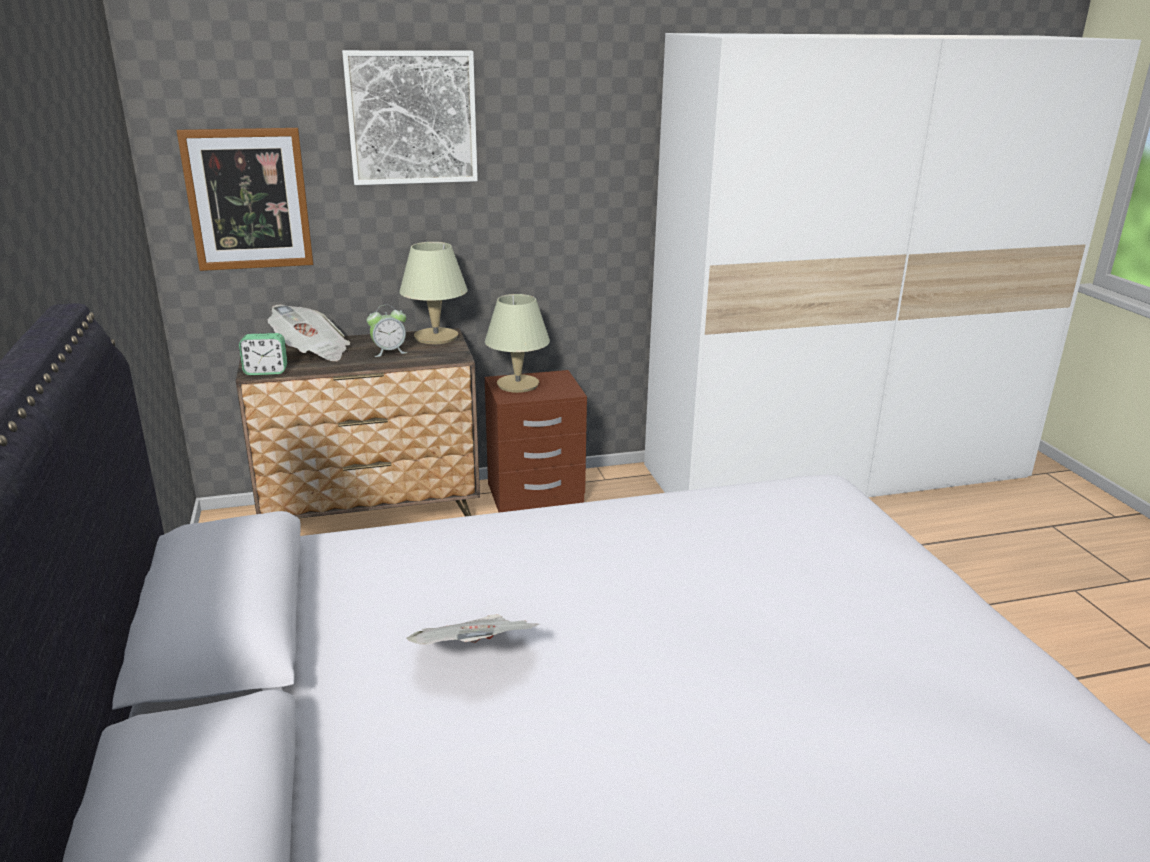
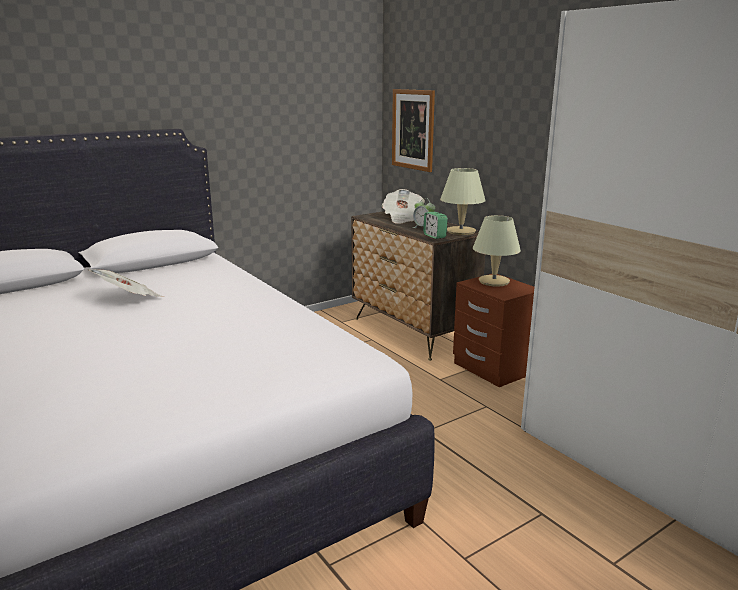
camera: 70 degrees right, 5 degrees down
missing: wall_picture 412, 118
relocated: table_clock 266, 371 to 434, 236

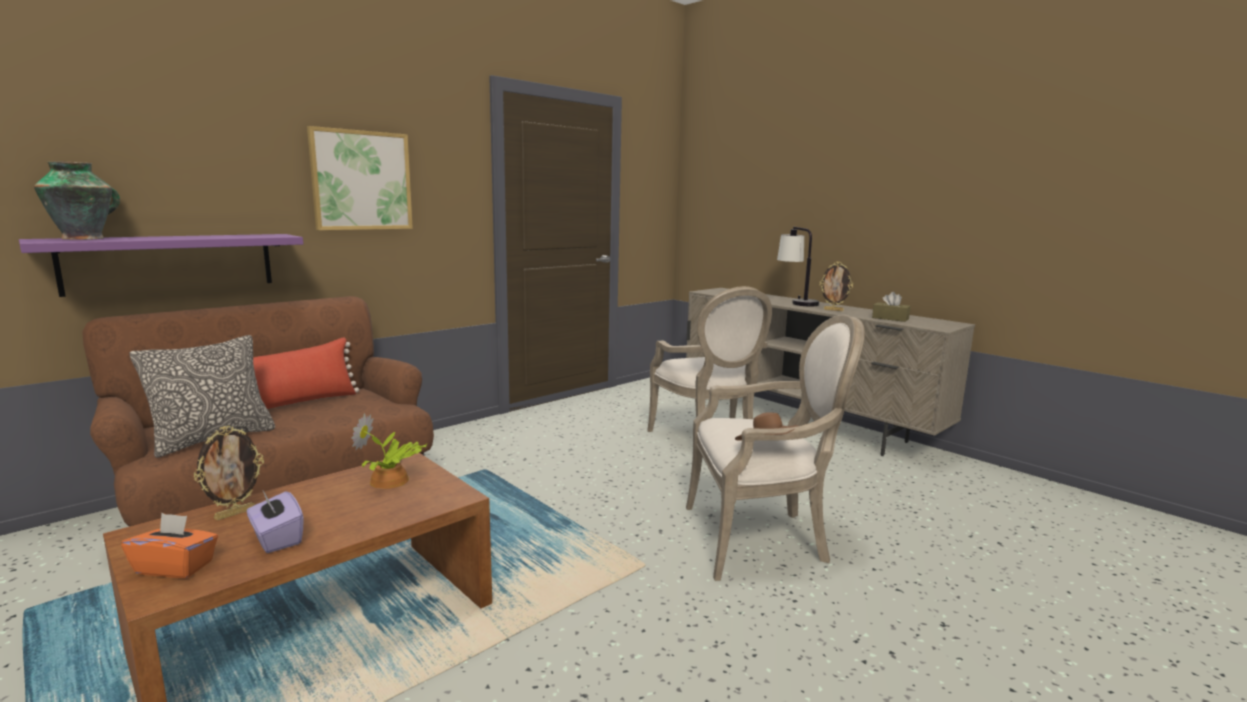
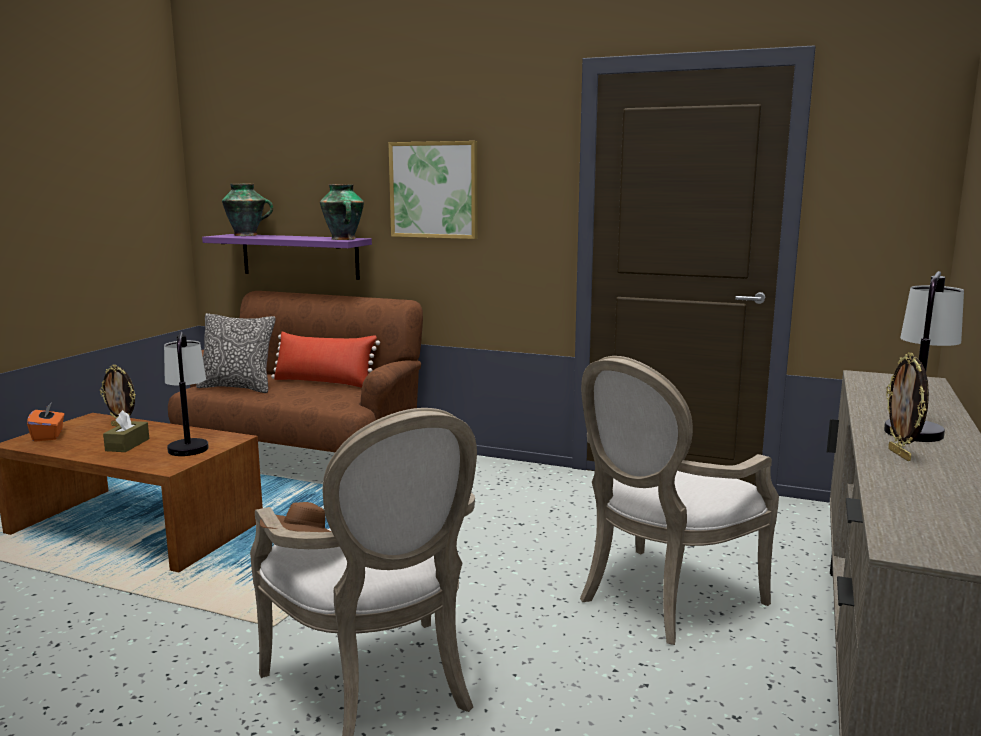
camera: 65 degrees right, 0 degrees up
missing: purple_tissue_box 277, 539
appeared: vase 343, 239
relocated: brown_tissue_box 890, 318 to 127, 445
exchanged: potted_plant 390, 481 to tabletop_lamp 188, 444

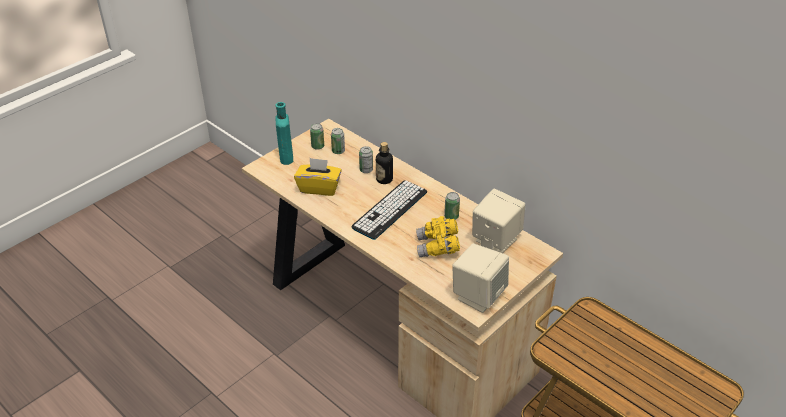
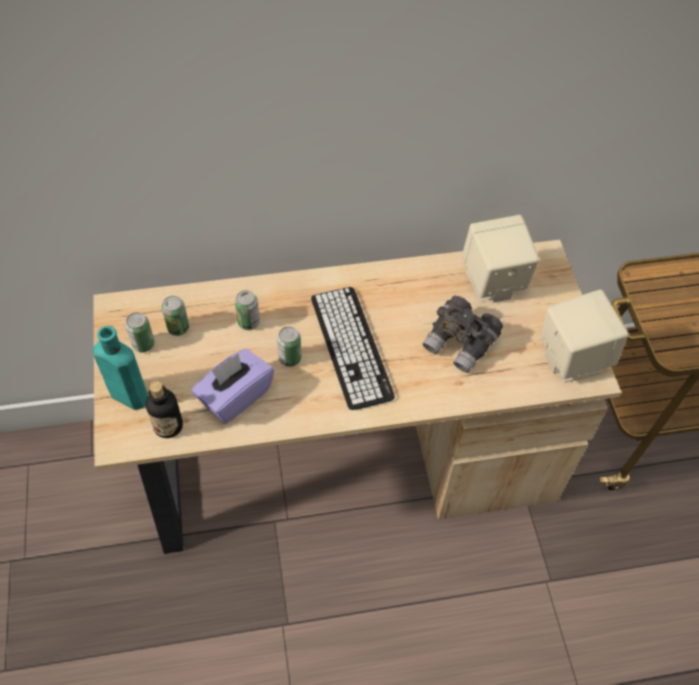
camera: 55 degrees left, 15 degrees up
relocated: bottle 384, 179 to 168, 426; metal_can 451, 216 to 290, 358
colour: yellow_tissue_box 319, 188 to purple_tissue_box 234, 396; yellow_binoculars 437, 247 to grey_binoculars 461, 343

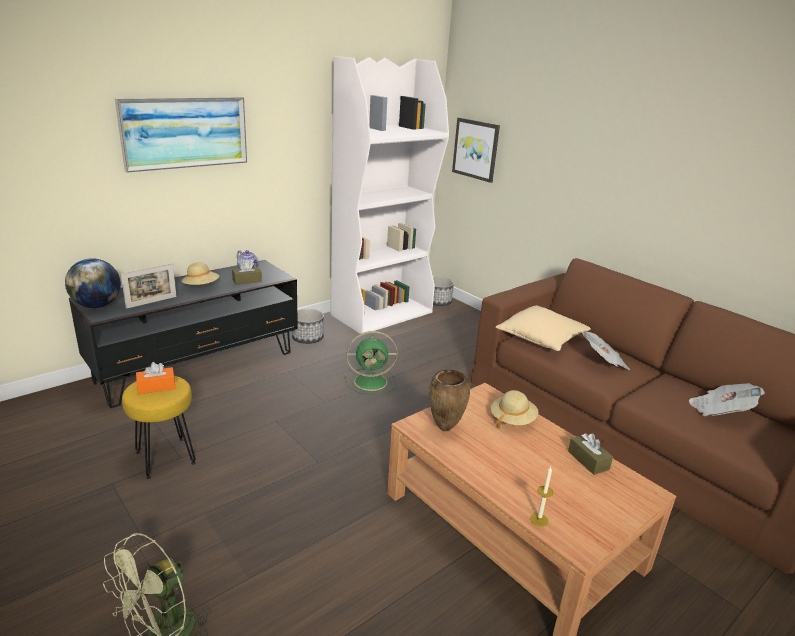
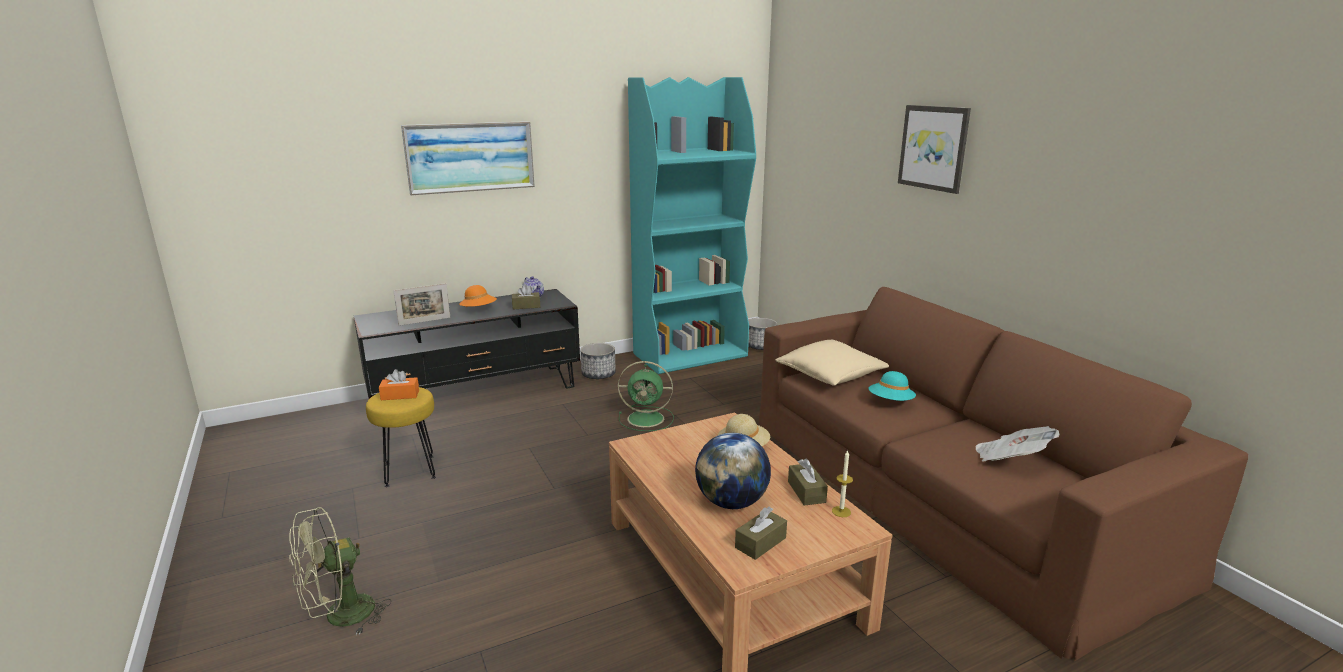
camera: 15 degrees right, 5 degrees down
missing: brown_vase 445, 429
appeared: brown_tissue_box 760, 543
relocated: wall_picture 476, 149 to 933, 148; desk_globe 97, 305 to 732, 502; wax_candle 539, 520 to 841, 511
exchanged: newspaper 603, 362 to blue-green_clothing_hat 890, 402
colour: whitish_bookshelf 382, 313 to blue-green_bookshelf 690, 354; sand-coloured_clothing_hat 201, 286 to orange_clothing_hat 479, 310

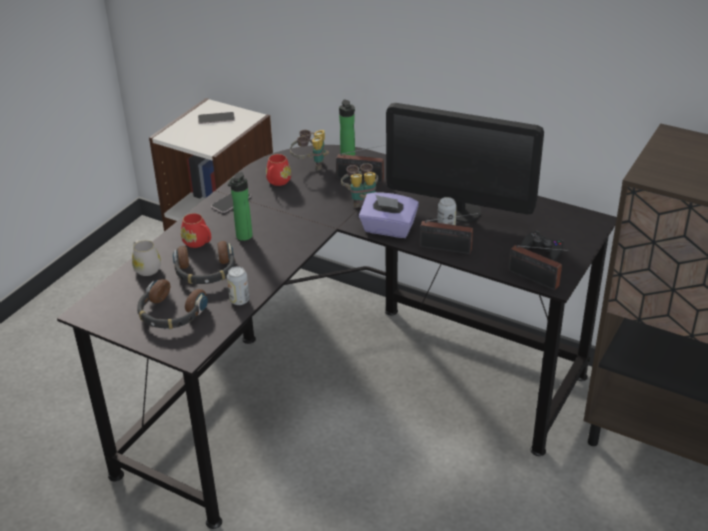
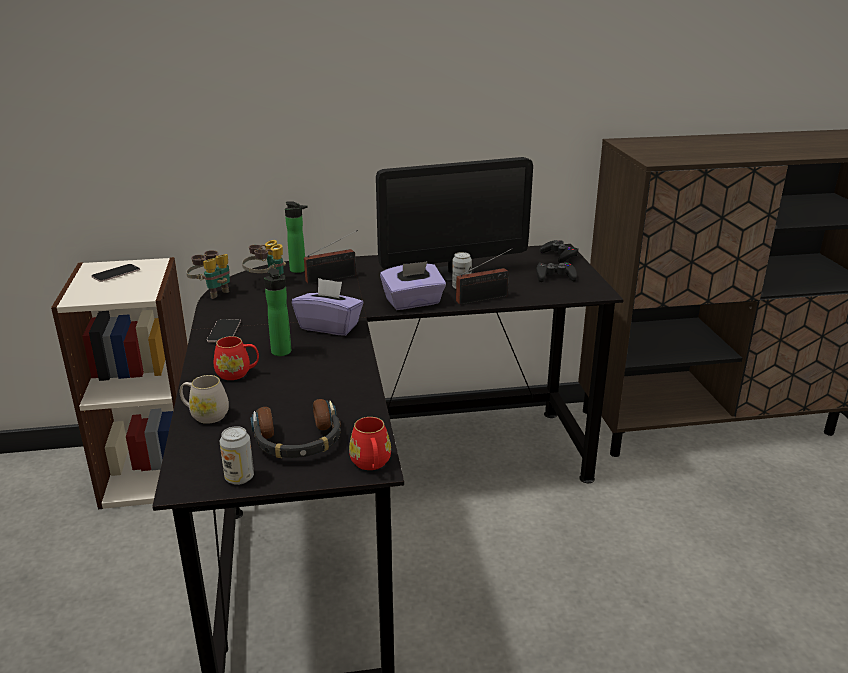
camera: 40 degrees left, 10 degrees down
missing: headset 205, 271; radio 535, 280
appeared: black_game_controller 559, 255; purple_tissue_box 329, 326
relocated: red-coloured_coffee_mug 277, 182 to 371, 464; binoculars 361, 200 to 213, 292; metal_can 239, 300 to 239, 478

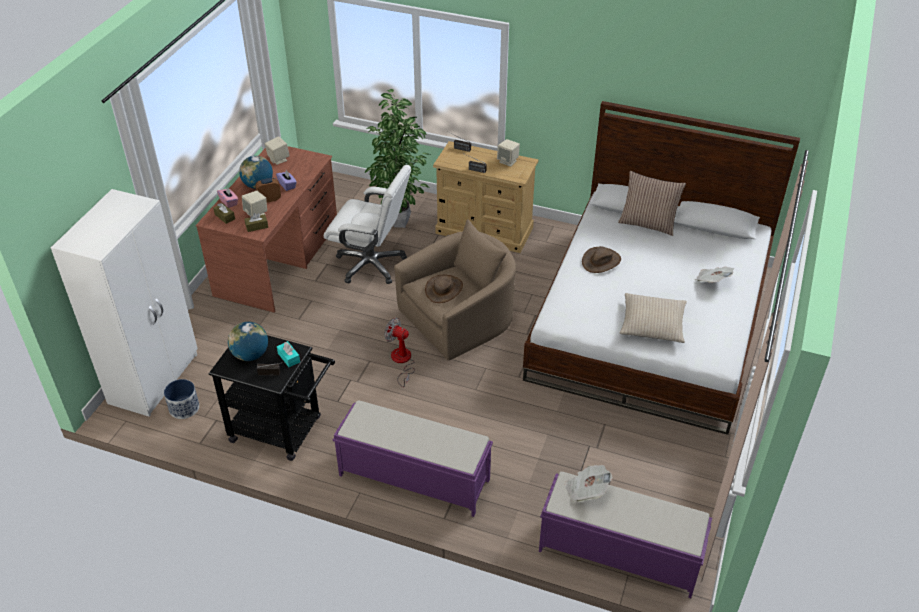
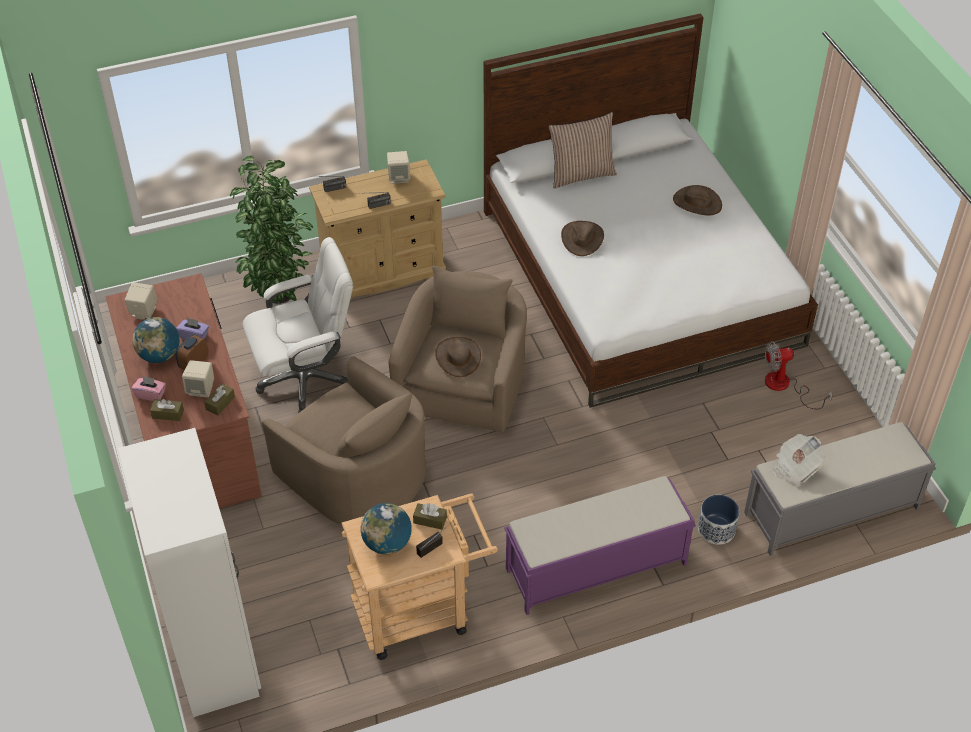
camera: 40 degrees left, 5 degrees up
missing: sand-coloured_pillow 652, 324
appeared: sand-coloured_armchair 356, 474
relocated: electric_fan 402, 361 to 785, 386; planter 184, 408 to 716, 530
exchanged: newspaper 712, 281 to brown_clothing_hat 697, 203
colour: black_trolley 283, 431 to sand-coloured_trolley 420, 611; blue-green_tissue_box 289, 358 to brown_tissue_box 430, 520; purple_indoor_bench 618, 553 to grey_indoor_bench 830, 511

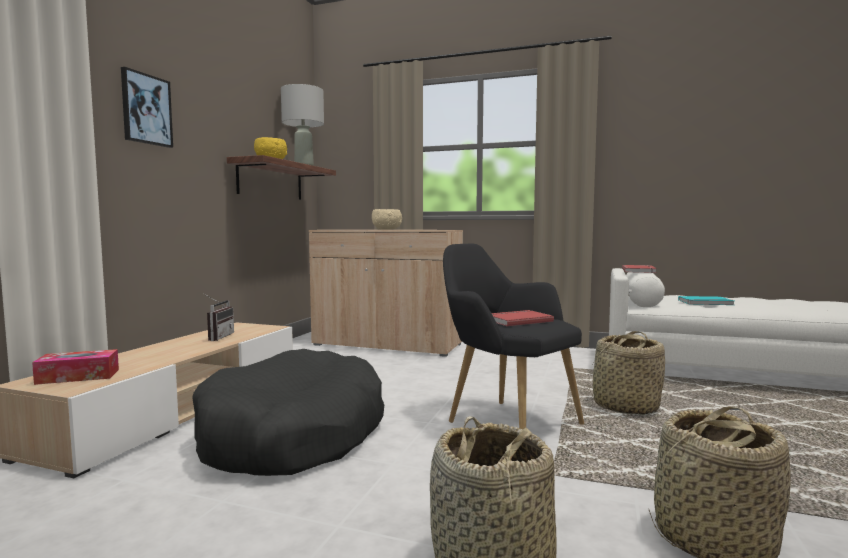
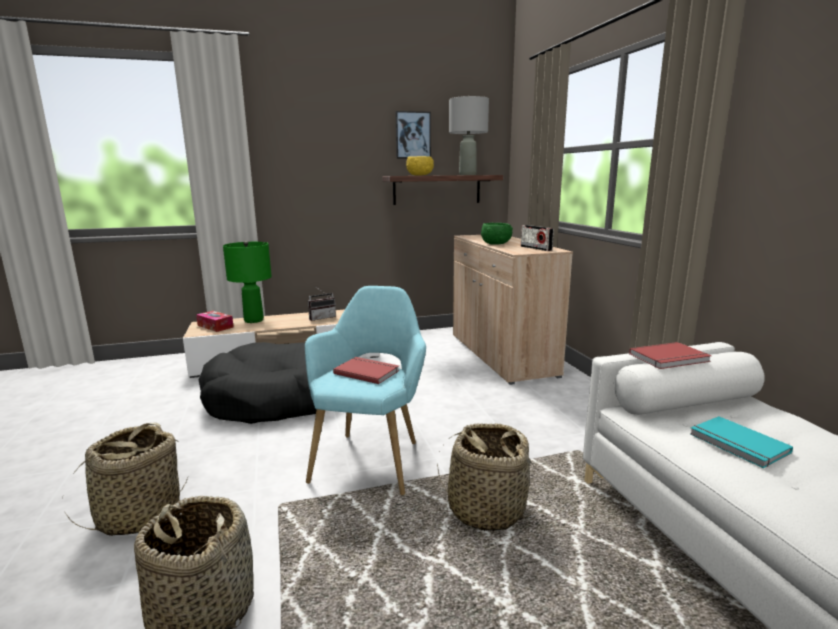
camera: 55 degrees right, 10 degrees up
appeared: radio 536, 248; greenish_tabletop_lamp 253, 320
relocated: wall_picture 146, 109 to 413, 135
colour: sand-coloured_bowl 387, 229 to greenish_bowl 496, 244; black_armchair 506, 422 to blue-green_armchair 371, 458

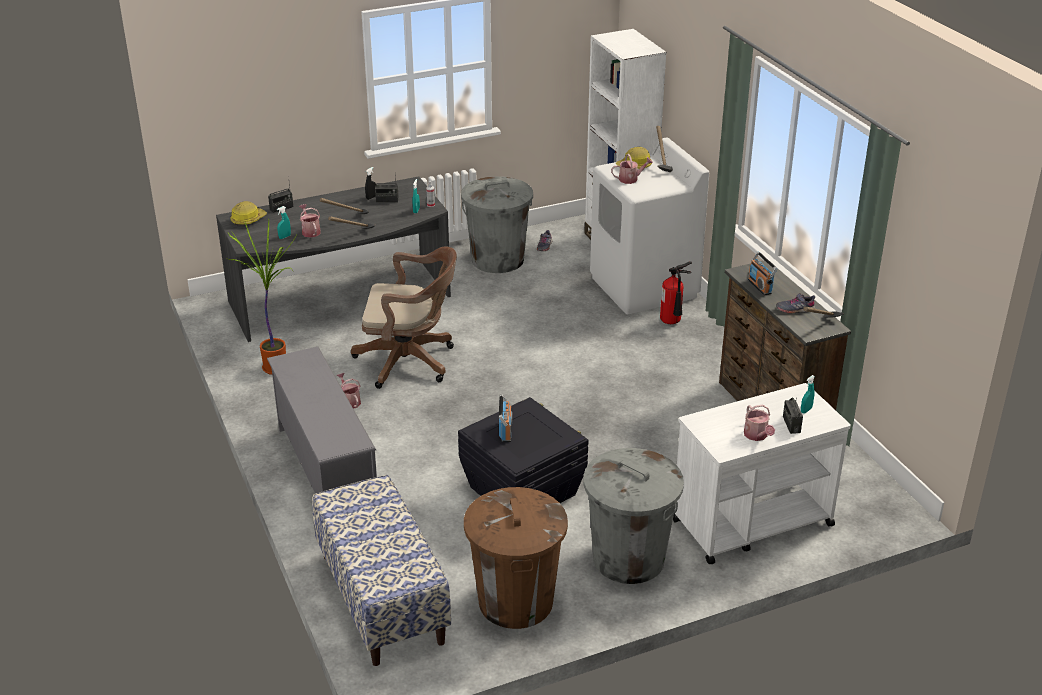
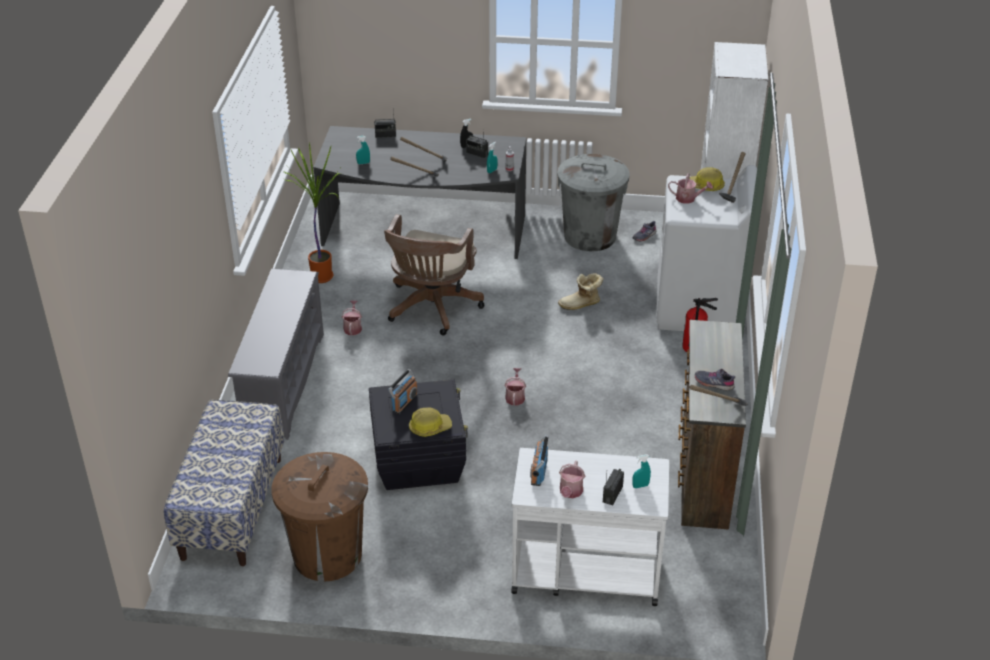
camera: 30 degrees right, 5 degrees up
missing: grey_trash_can 628, 559
appeared: high-top_boot 581, 305
relocated: safety_helmet 248, 219 to 429, 427; sprinkling_can 310, 231 to 515, 396; radio 760, 286 to 538, 472
spun: brown_computer_chair 410, 361 = 431, 309 75 degrees clockwise

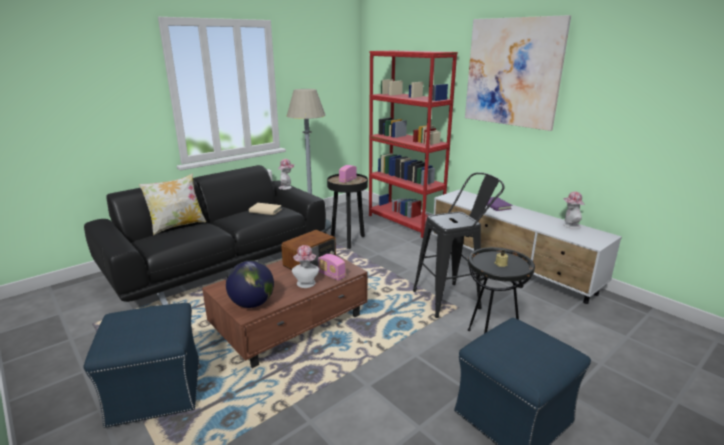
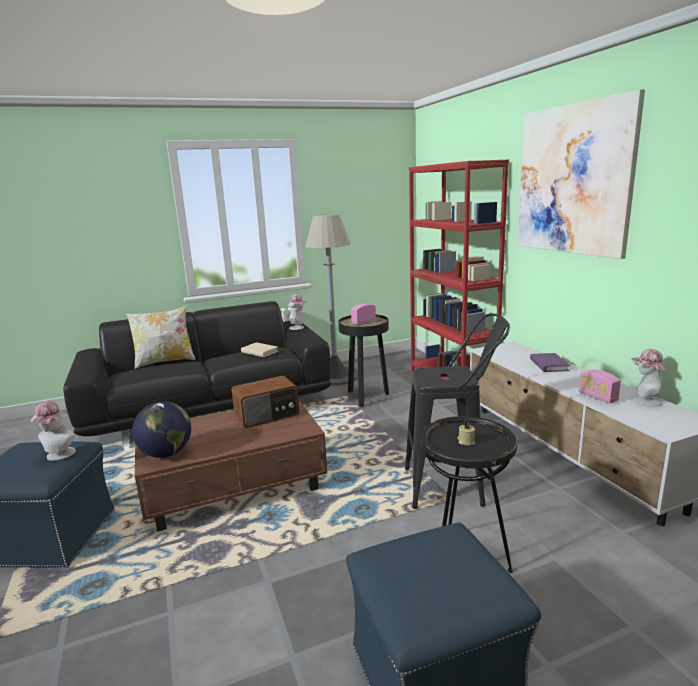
camera: 20 degrees right, 5 degrees down
relocated: clothing_hat 306, 284 to 58, 456; radio 331, 275 to 597, 397

